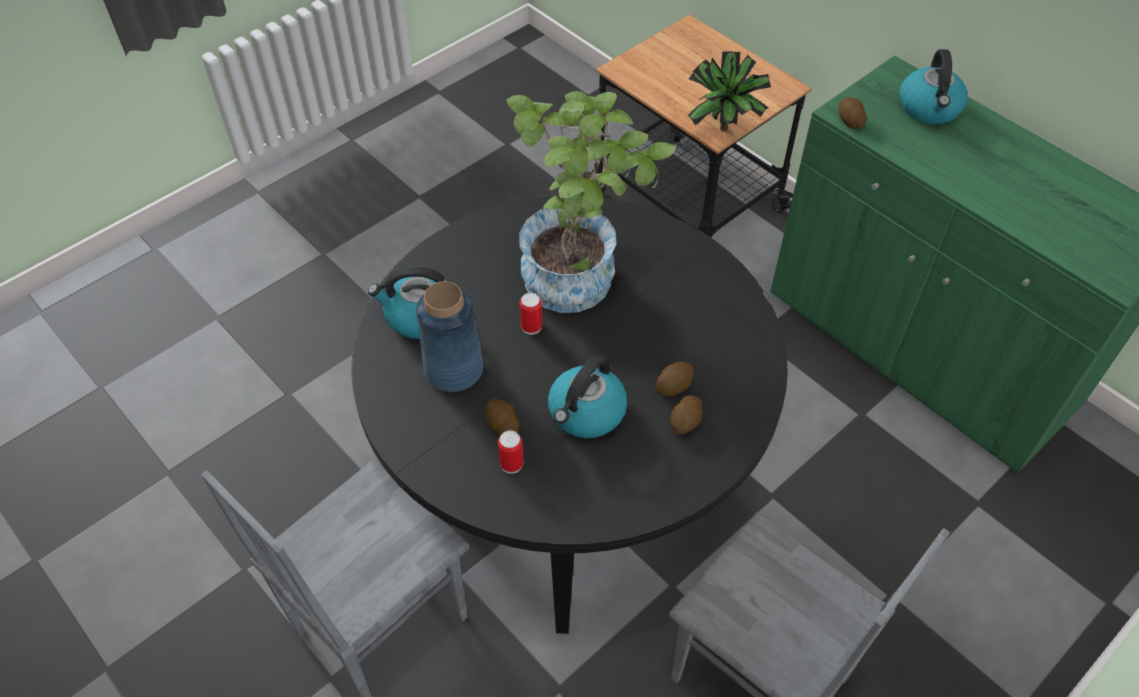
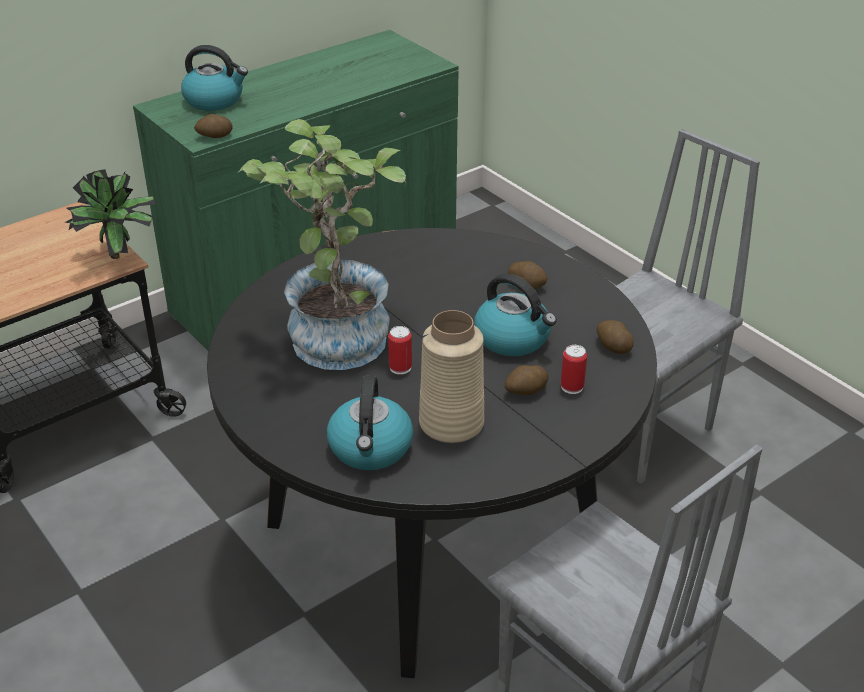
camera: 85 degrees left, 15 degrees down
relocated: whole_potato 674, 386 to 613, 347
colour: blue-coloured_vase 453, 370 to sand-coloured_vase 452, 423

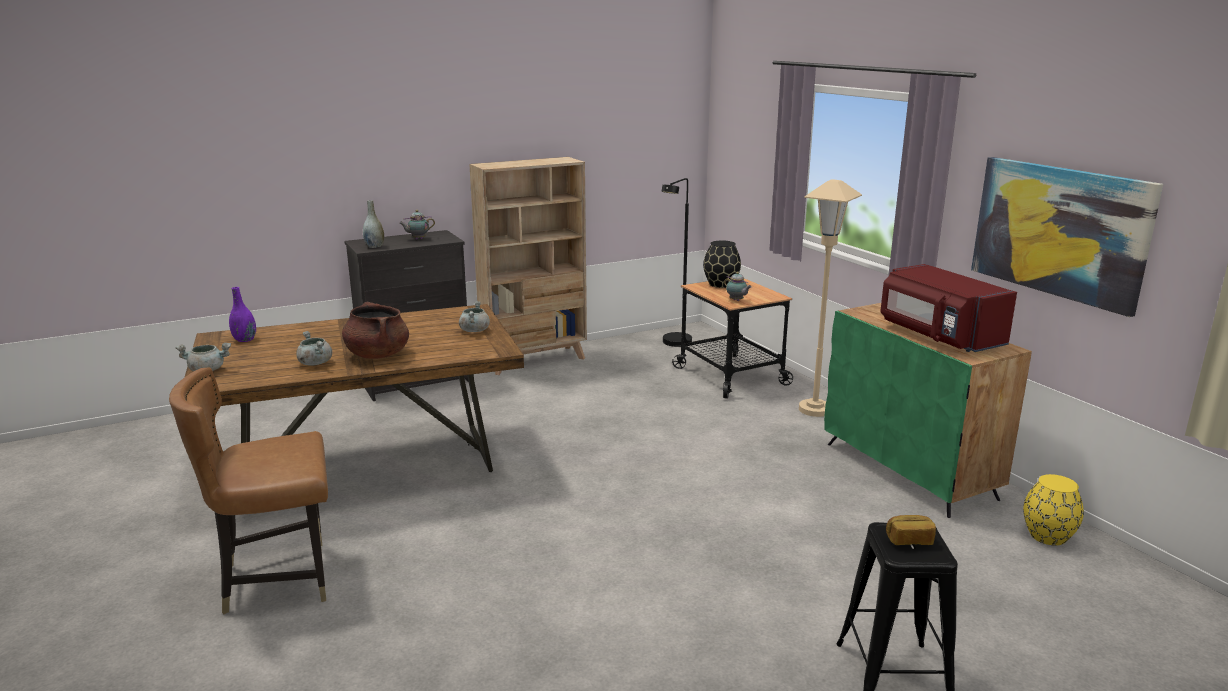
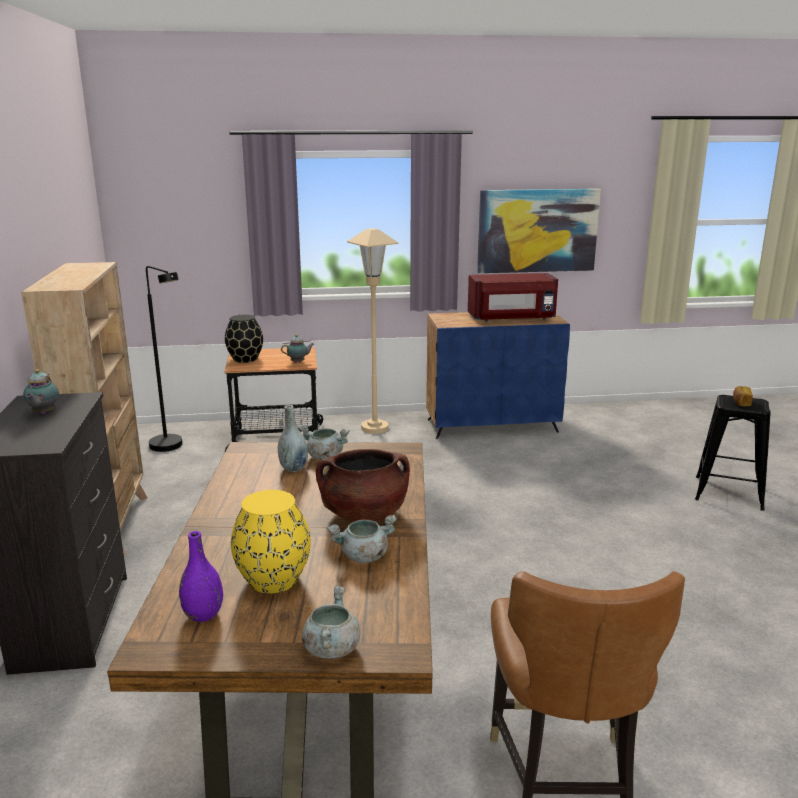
camera: 70 degrees left, 0 degrees up
relocated: grey_vase 374, 246 to 293, 468; yellow_vase 1047, 536 to 272, 580
colour: greenish_storage_cabinet 909, 471 to blue-coloured_storage_cabinet 492, 425

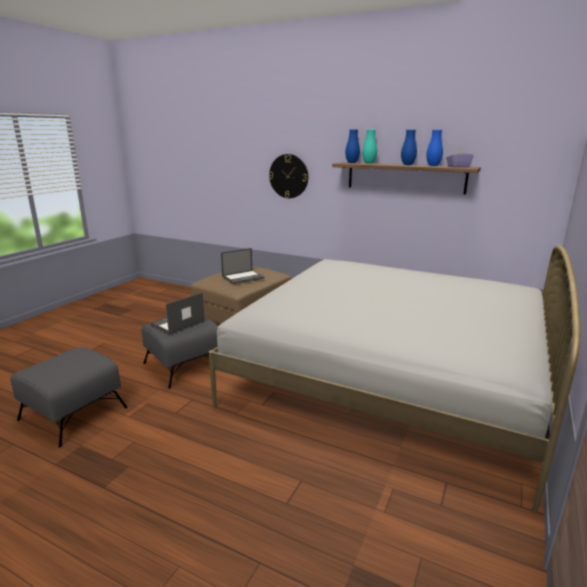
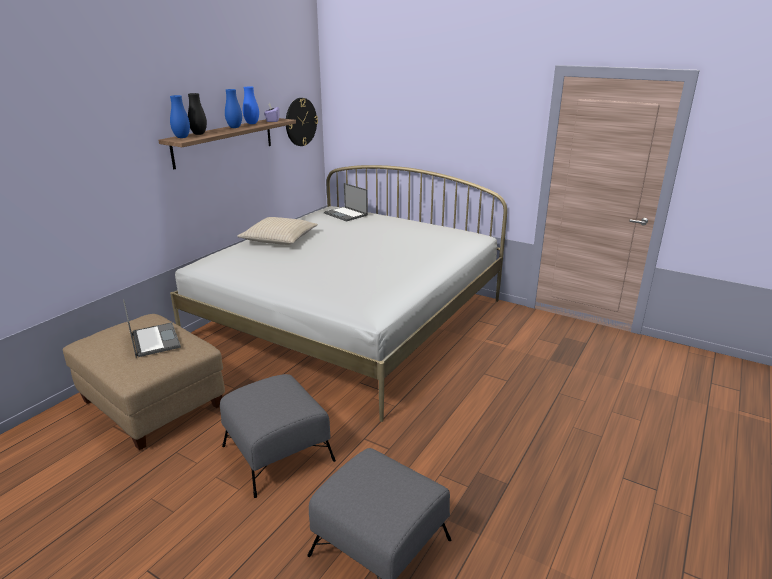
camera: 85 degrees left, 5 degrees up
appeared: sand-coloured_pillow 279, 239
relocated: hanging_clock 288, 176 to 300, 122; portable_computer 177, 323 to 346, 214
colour: blue-green_vase 369, 163 to black_vase 199, 134

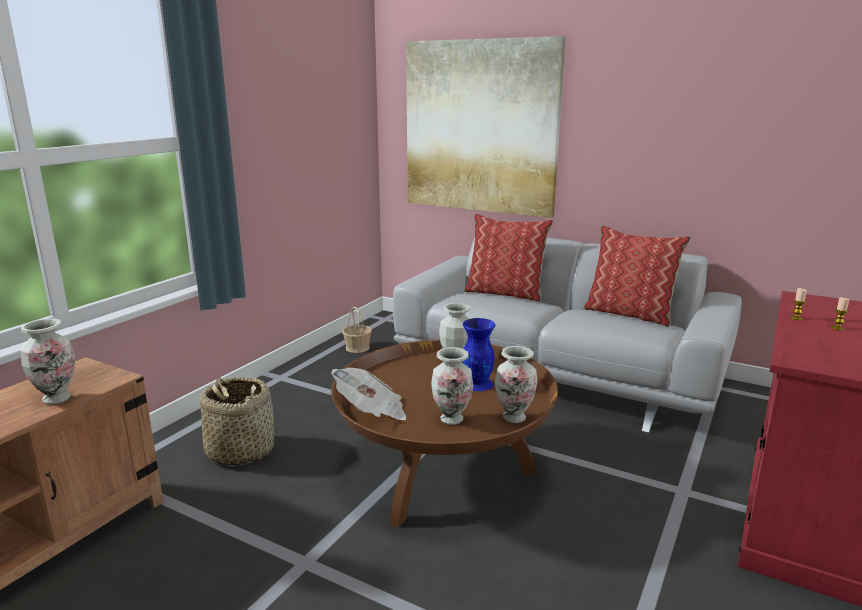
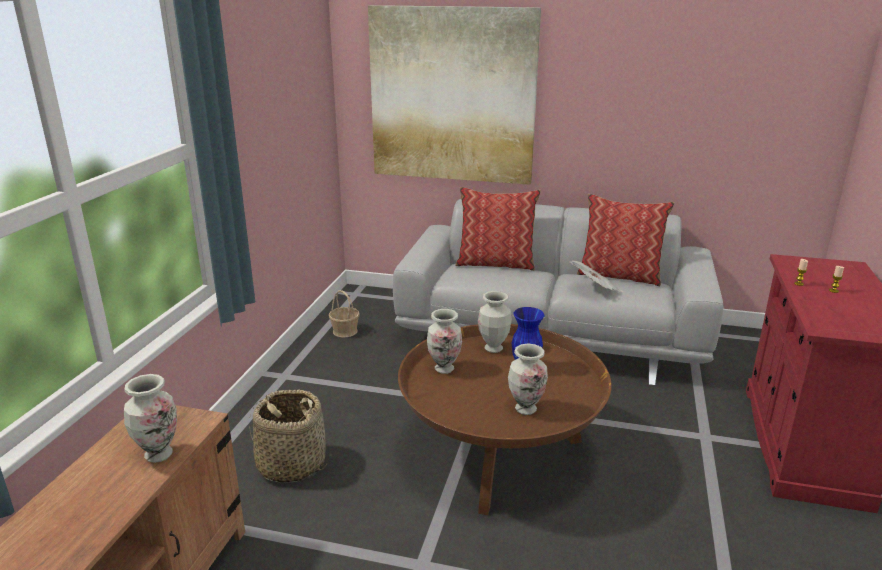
camera: 15 degrees left, 5 degrees up
relocated: vase 514, 417 to 444, 369; newspaper 371, 411 to 595, 290

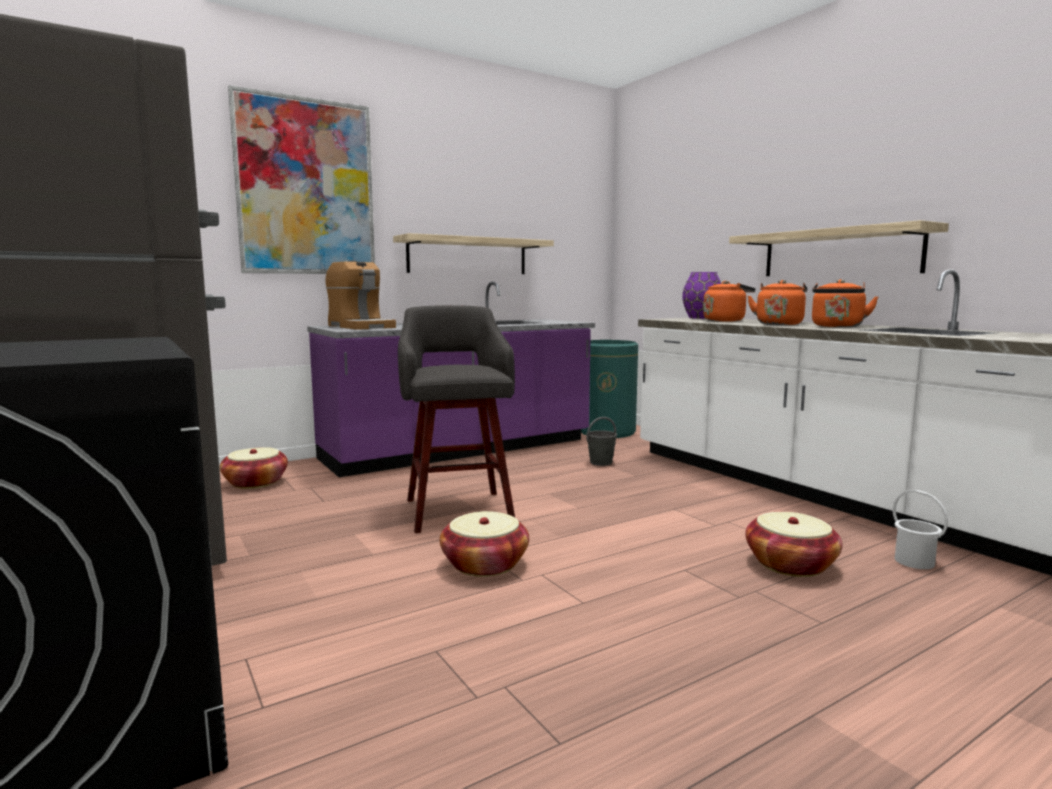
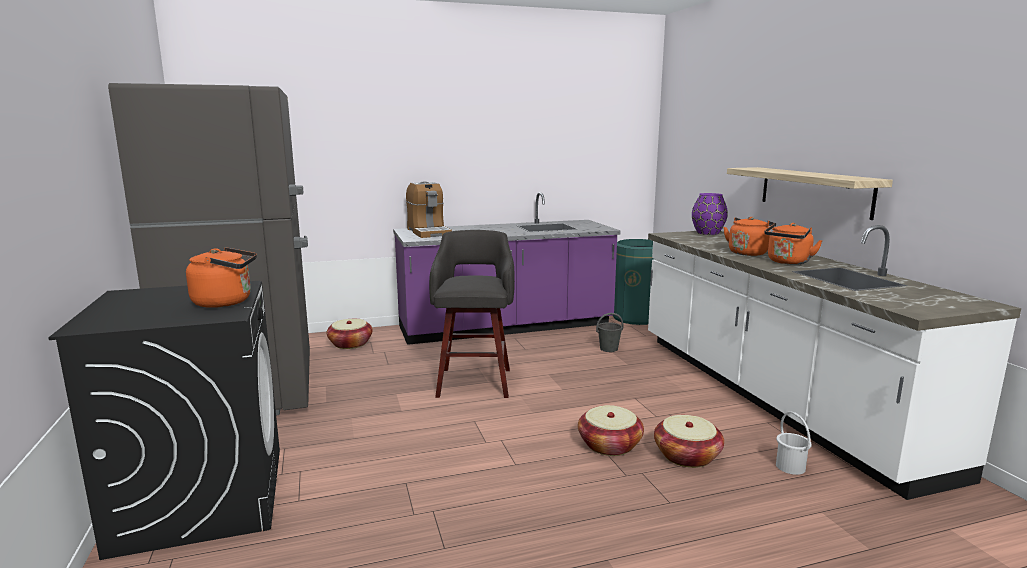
camera: 15 degrees right, 5 degrees up
missing: wall_picture 306, 187; bracket_shelf 468, 256
relocated: orange_kettle 725, 321 to 226, 302; storage_basket 485, 564 to 609, 445

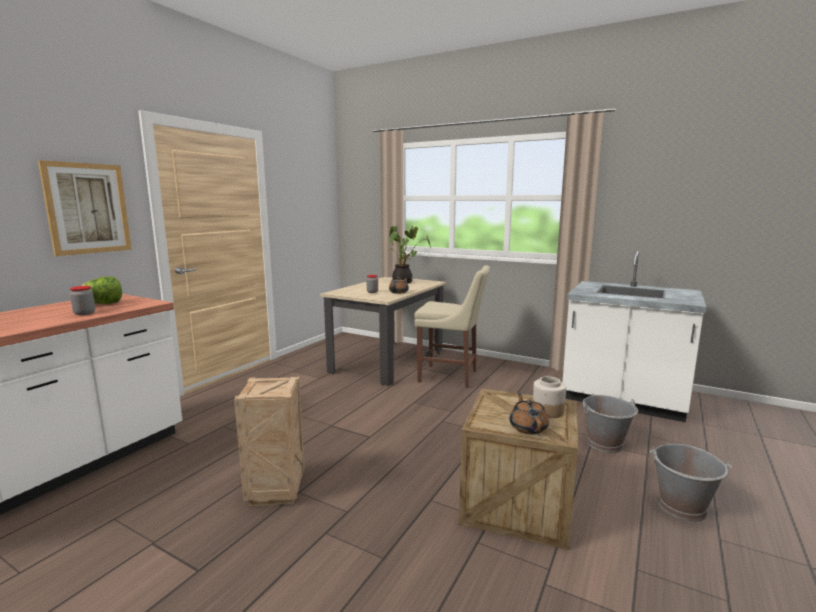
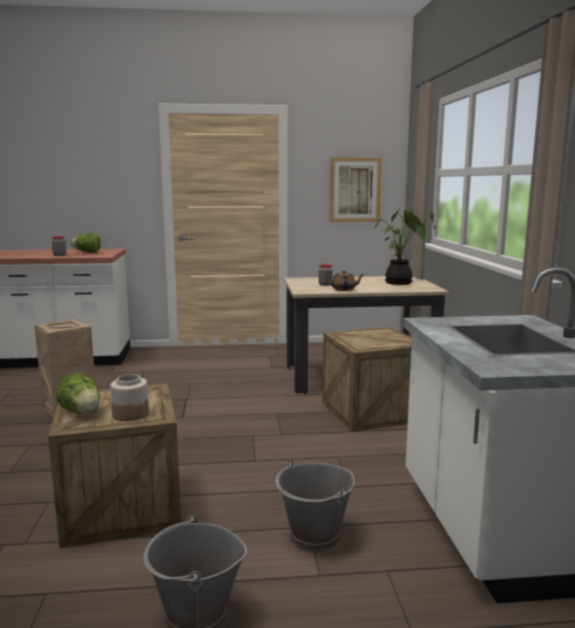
camera: 55 degrees right, 0 degrees up
relocated: wall_picture 87, 208 to 355, 190
exchanged: sand-coloured_upright_chair 451, 377 to packing_crate 371, 411; brown_tea_pot 528, 427 to lettuce_head 82, 412

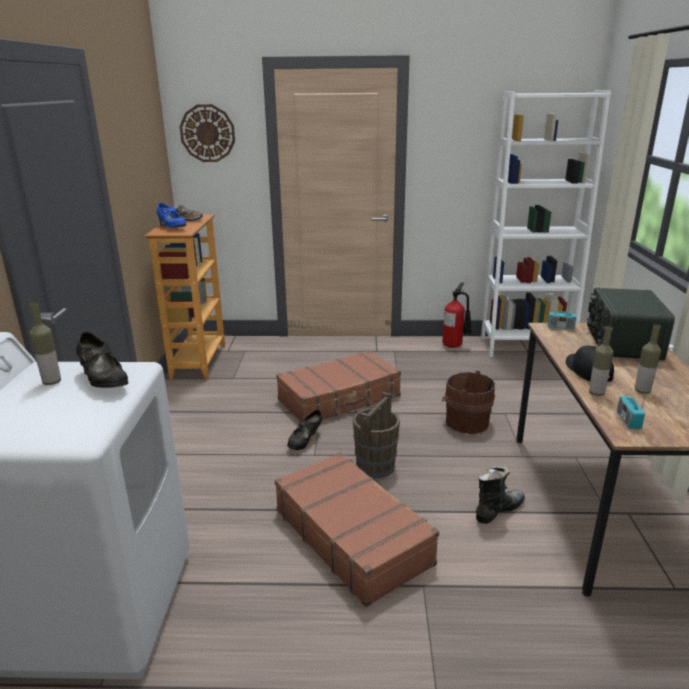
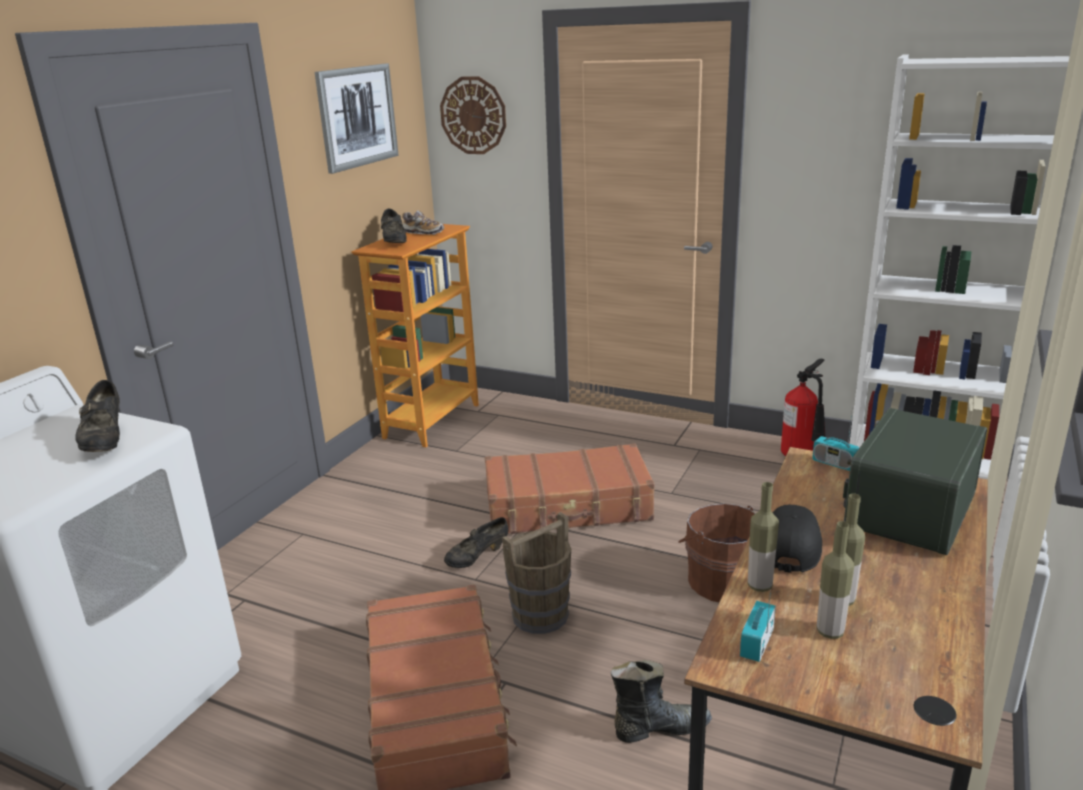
camera: 25 degrees right, 0 degrees up
appeared: wall_picture 357, 116
relocated: bottle 52, 382 to 830, 631
colour: blue-coloured_shoe 172, 227 to black_shoe 394, 242

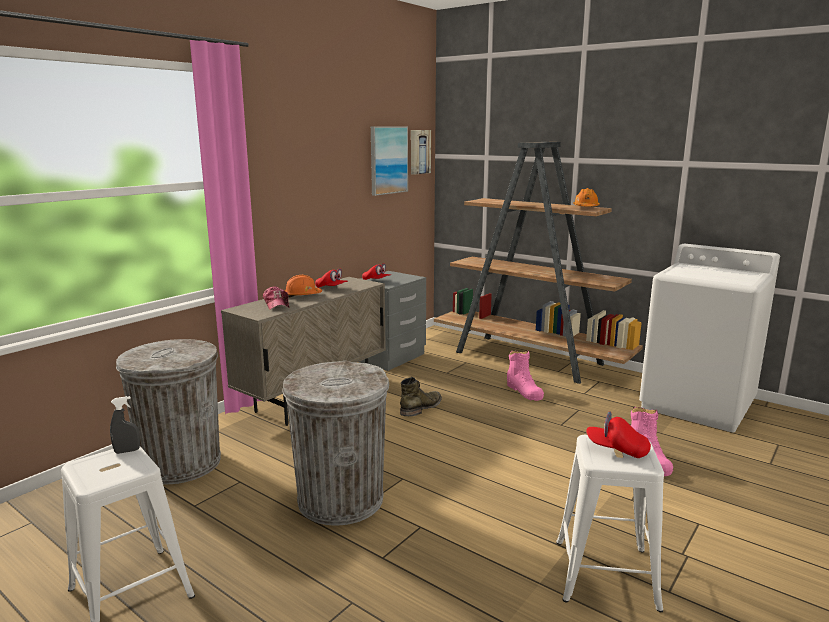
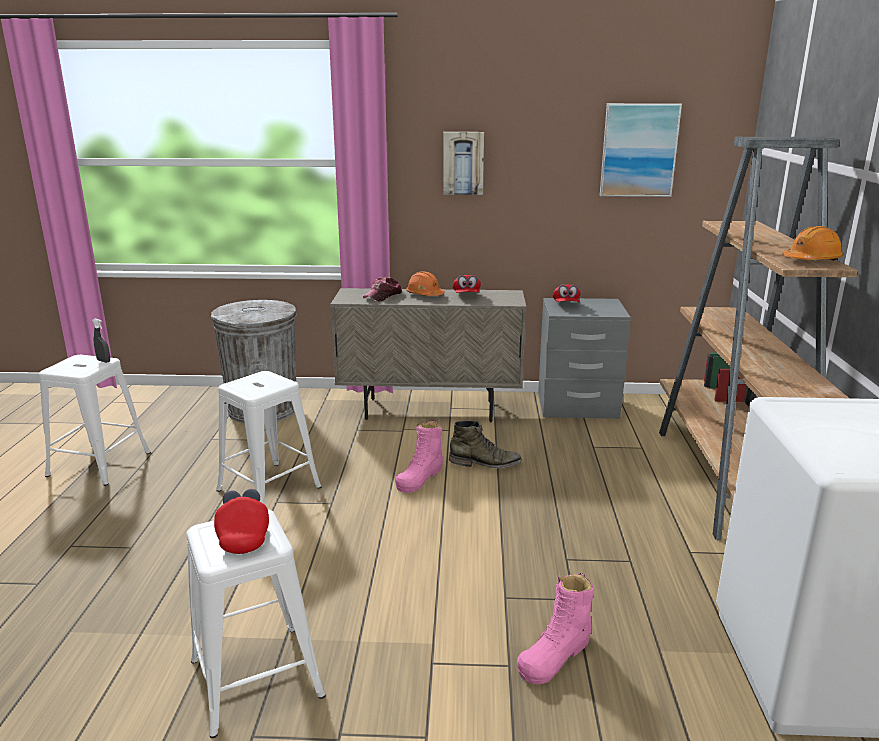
camera: 55 degrees right, 5 degrees up
relocated: wall_picture 419, 152 to 463, 163; pink_high-top_boot 524, 391 to 420, 477
exchanged: grey_trash_can 340, 499 to whitish_stool_seat 269, 488

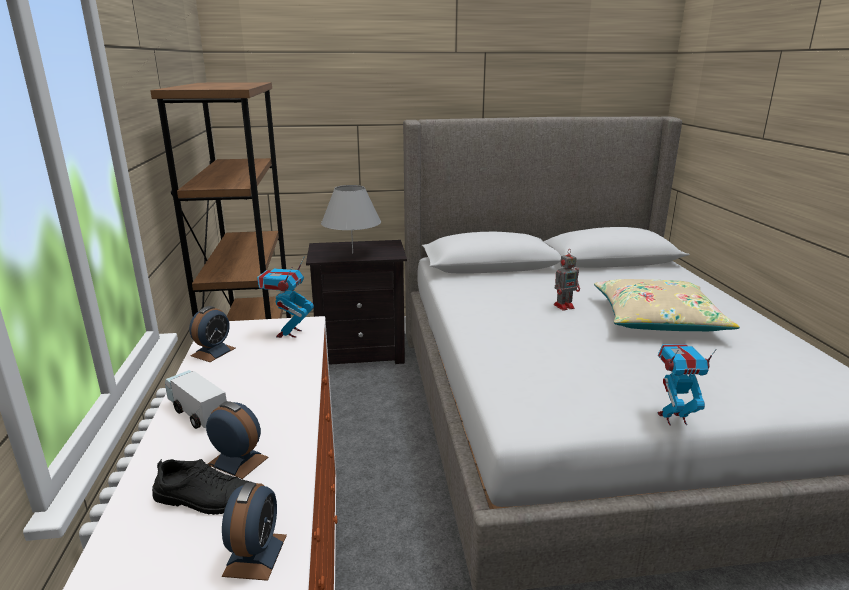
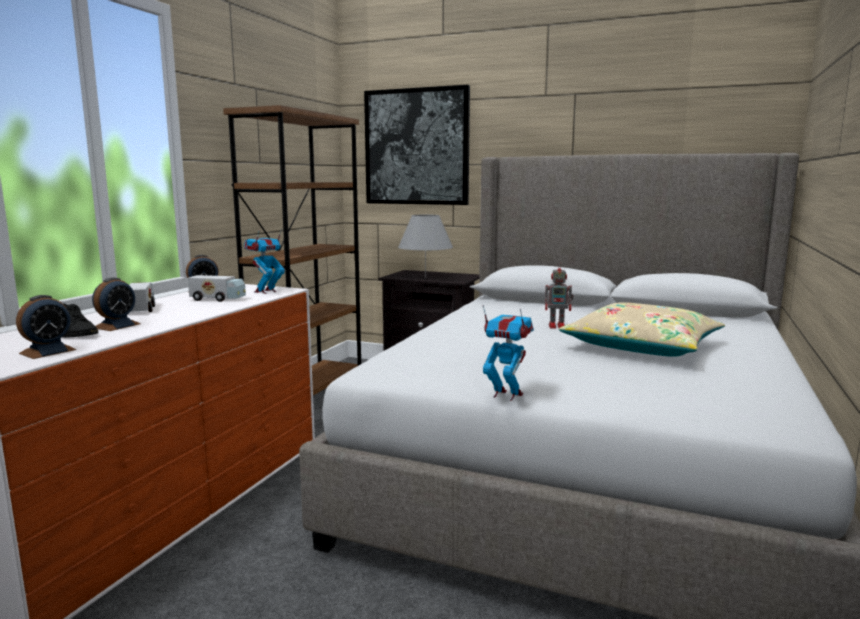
camera: 30 degrees right, 10 degrees down
appeared: wall_picture 416, 147; model_truck 218, 299
spun: table_clock 238, 461 = 117, 326 60 degrees clockwise

